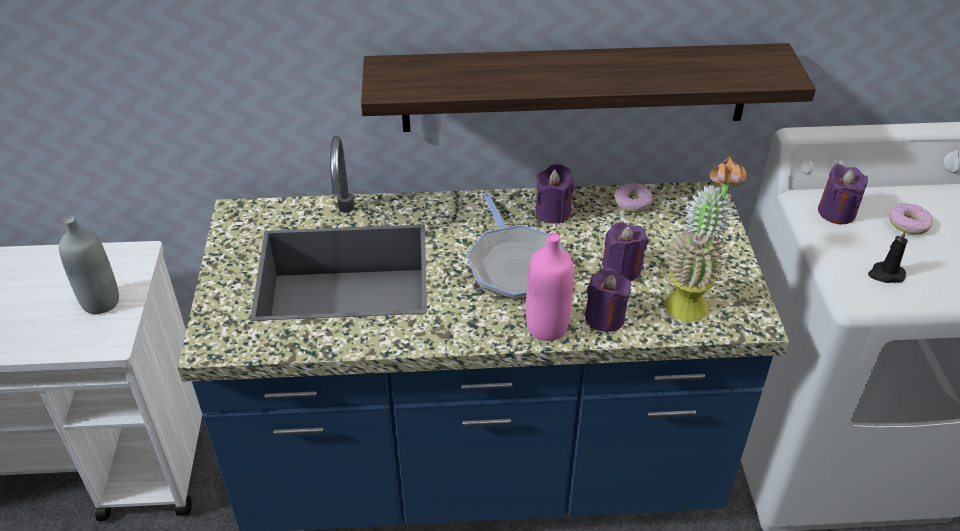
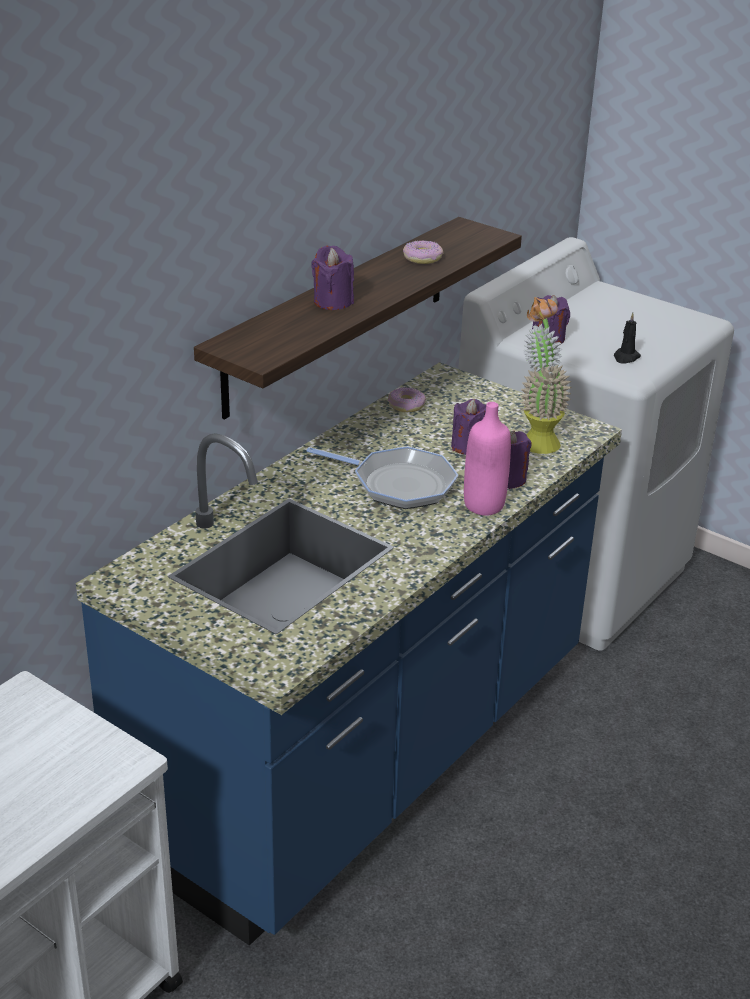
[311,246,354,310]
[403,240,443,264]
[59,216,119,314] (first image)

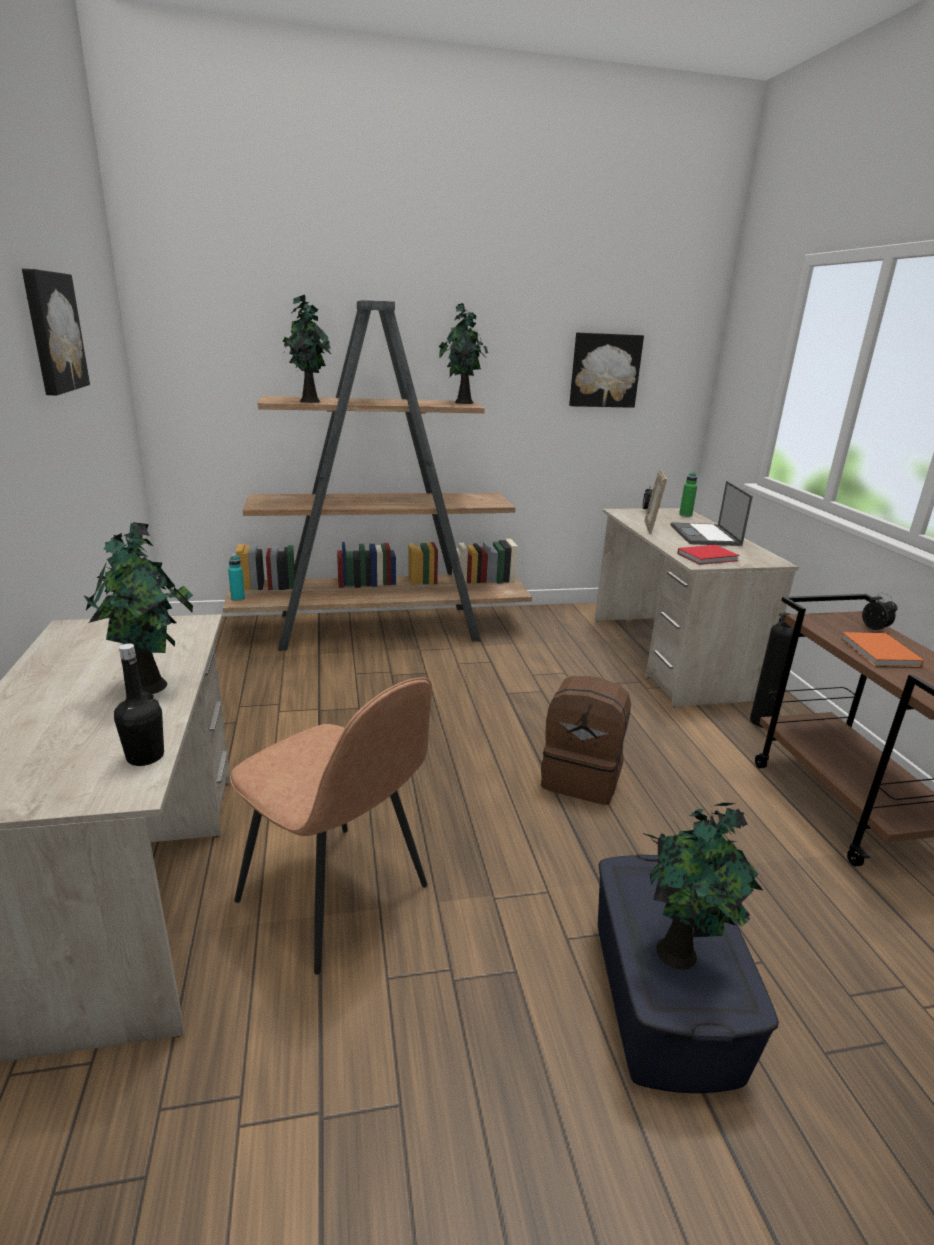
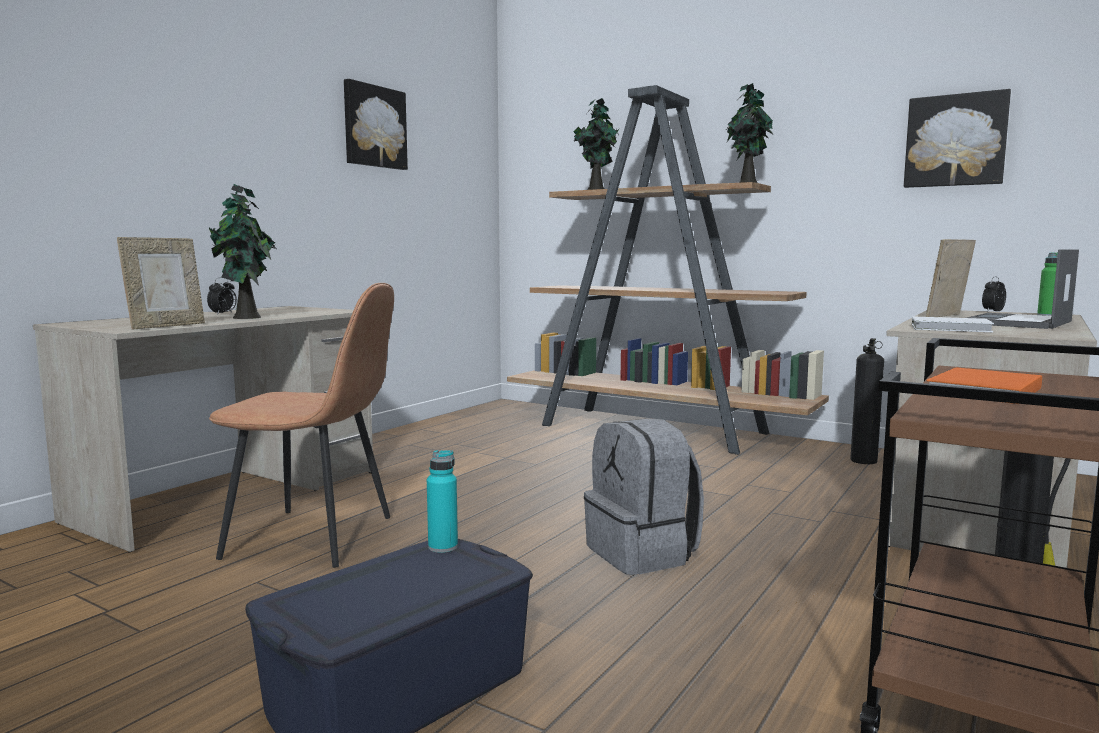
[117,237,205,330]
[207,277,237,315]
[209,283,394,568]
[427,450,458,553]
[584,419,704,575]
[850,338,884,464]
[912,316,994,332]
[643,803,764,970] (first image)

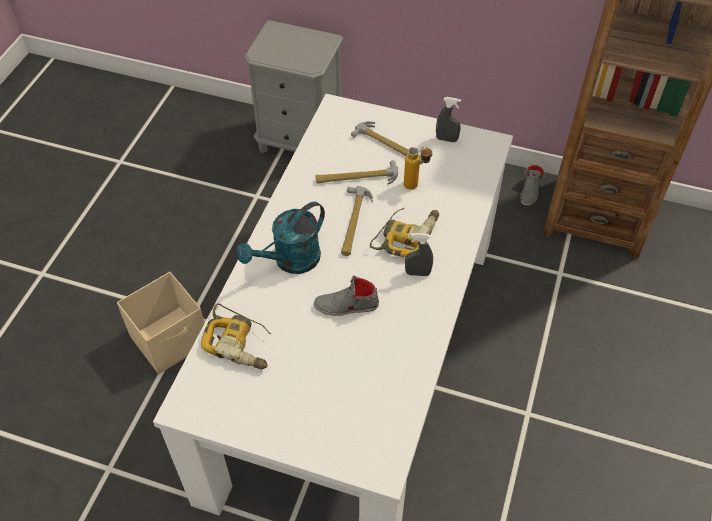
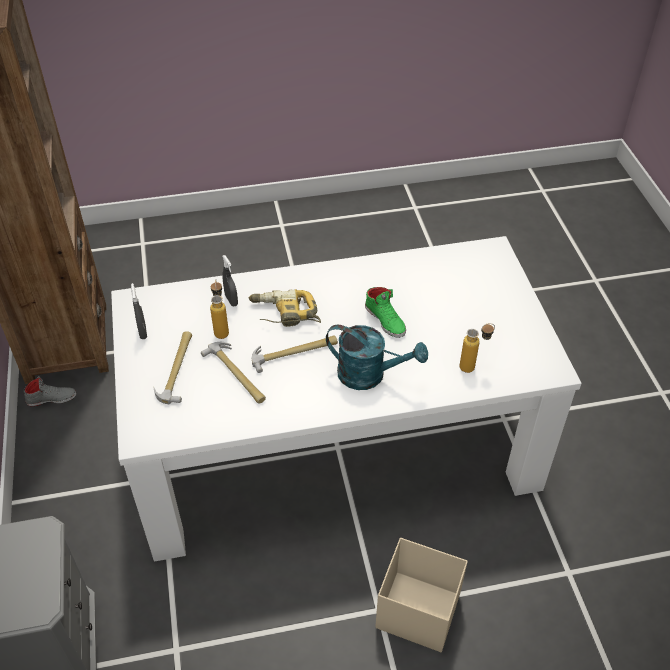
[222,255,238,306]
[365,287,406,338]
[460,323,495,373]

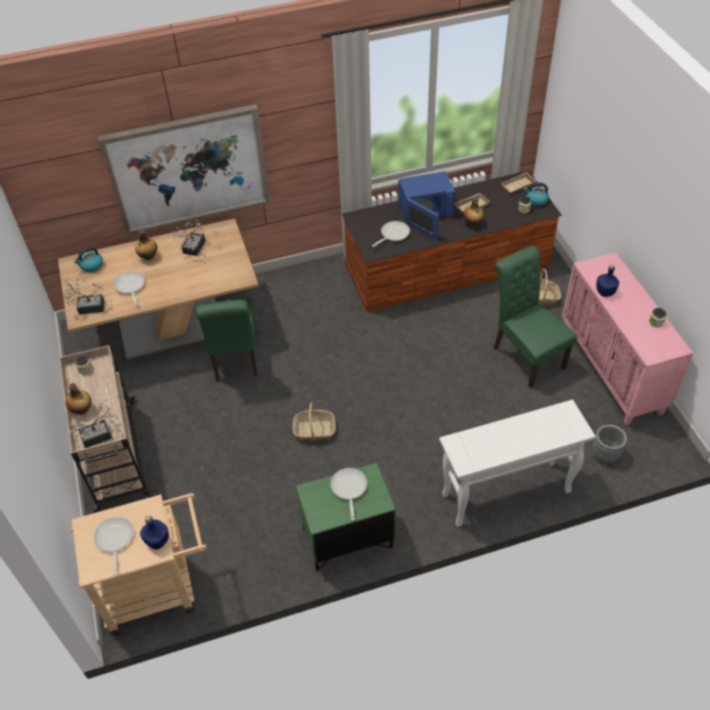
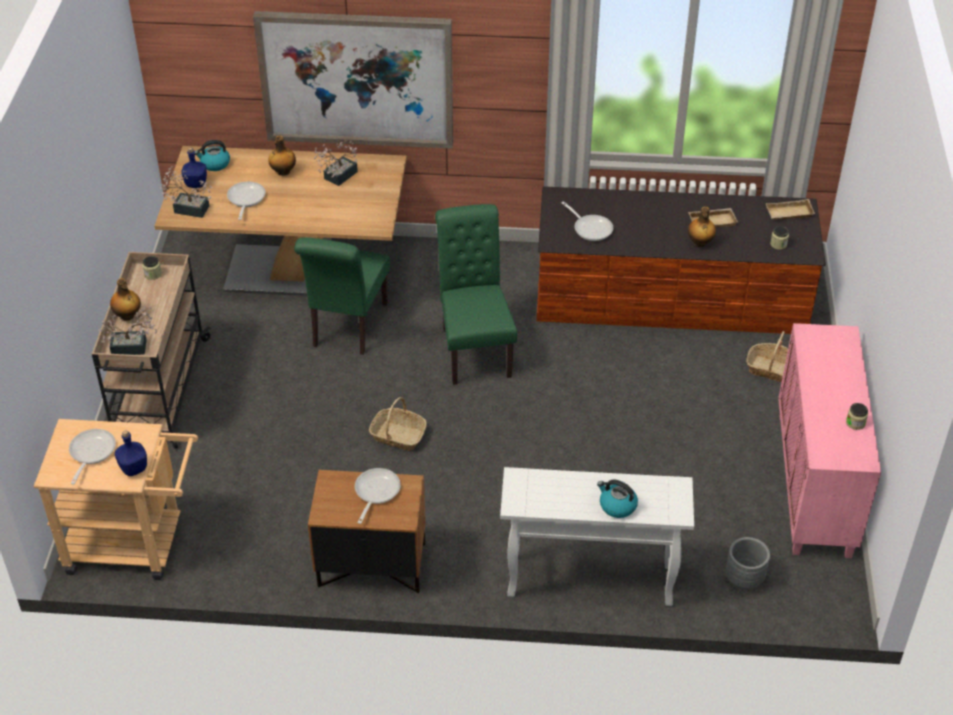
[181,148,207,188]
[308,470,426,593]
[435,204,517,385]
[562,202,613,241]
[597,479,638,518]
[398,171,455,240] (first image)

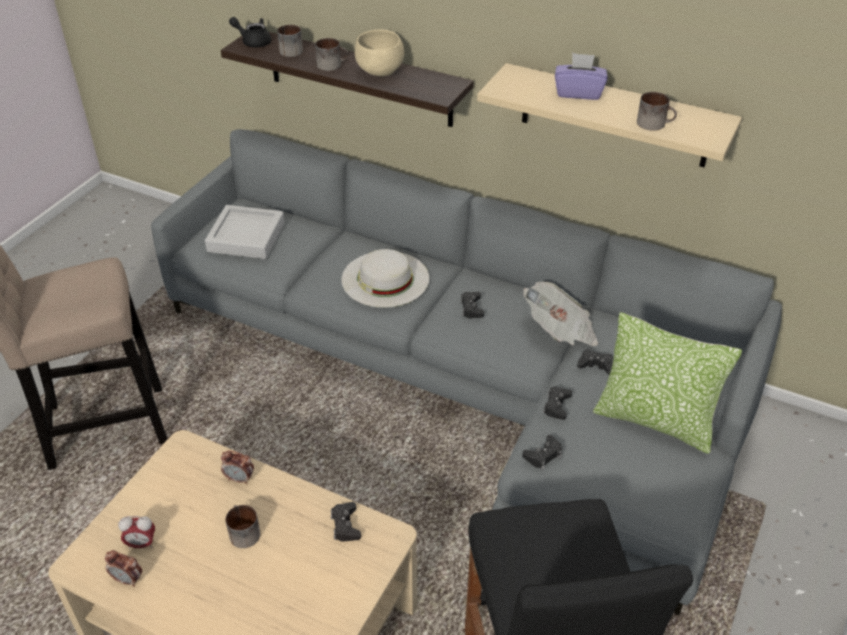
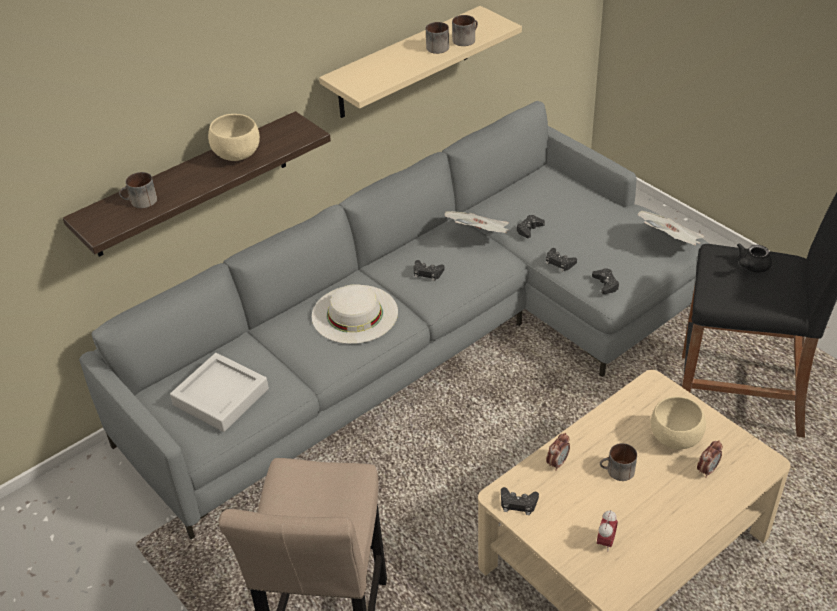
[426,22,449,54]
[501,487,539,515]
[638,211,704,245]
[651,396,706,449]
[697,440,722,478]
[737,243,772,272]
[555,53,608,100] (first image)
[593,312,742,454] (first image)

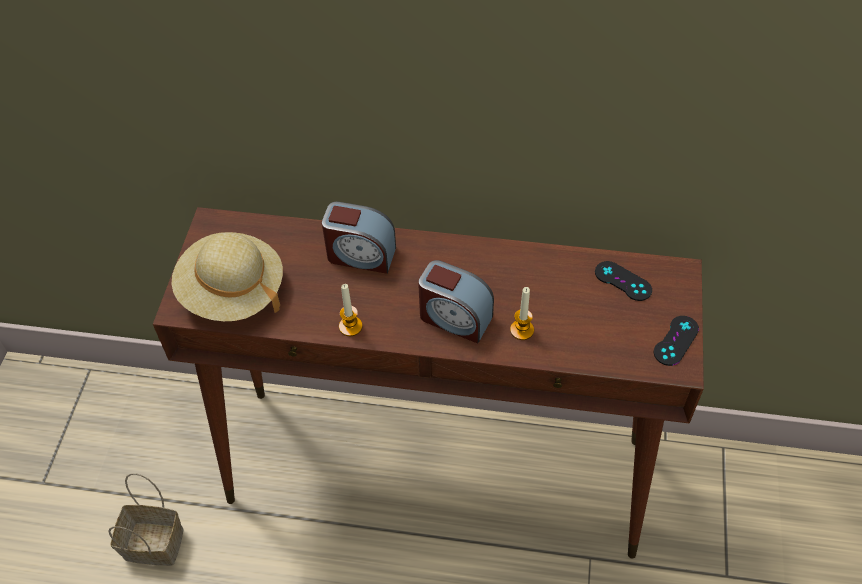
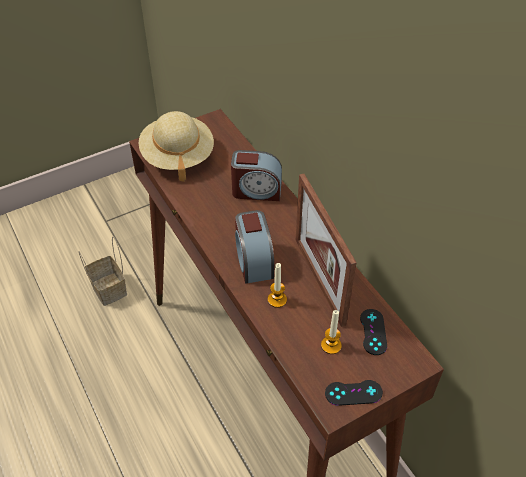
[231,150,282,201]
[296,174,357,327]
[321,310,342,354]

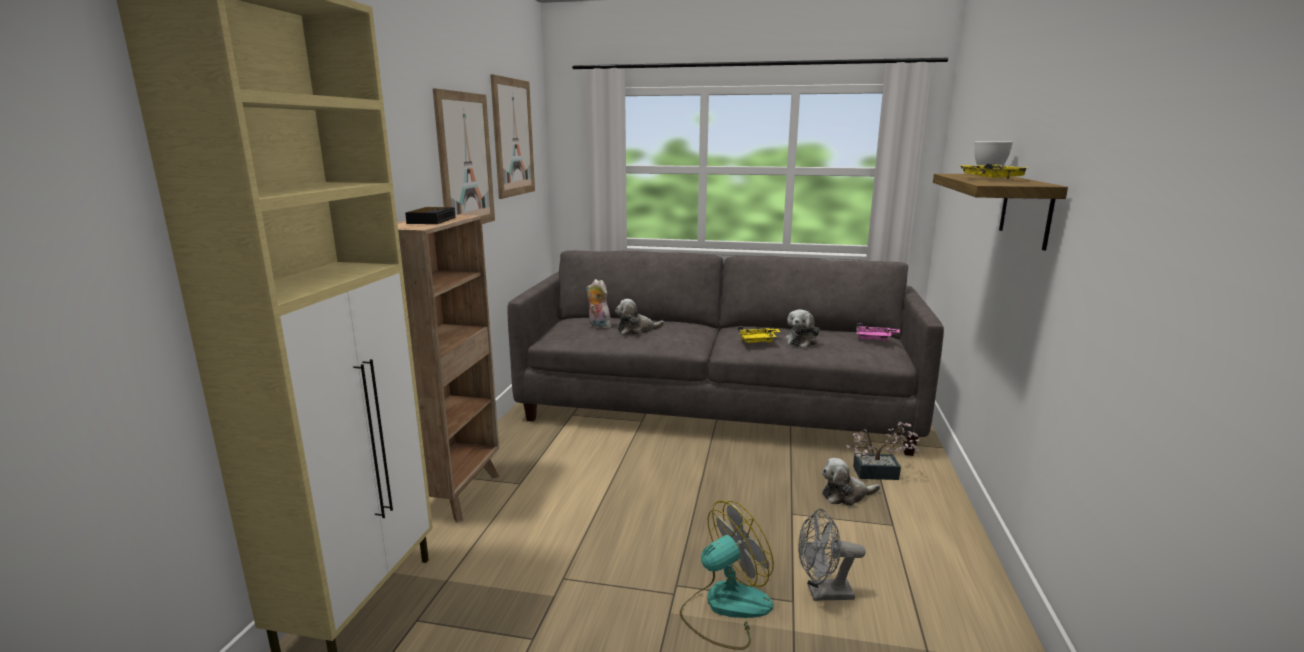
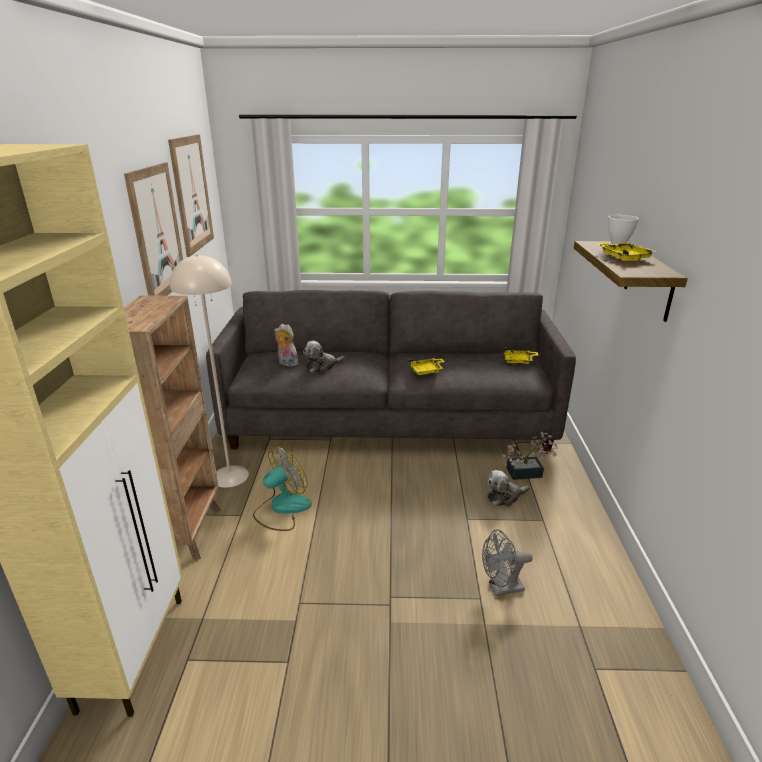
[170,254,249,488]
[253,445,312,531]
[504,348,539,364]
[405,207,455,224] (first image)
[785,309,820,348] (first image)

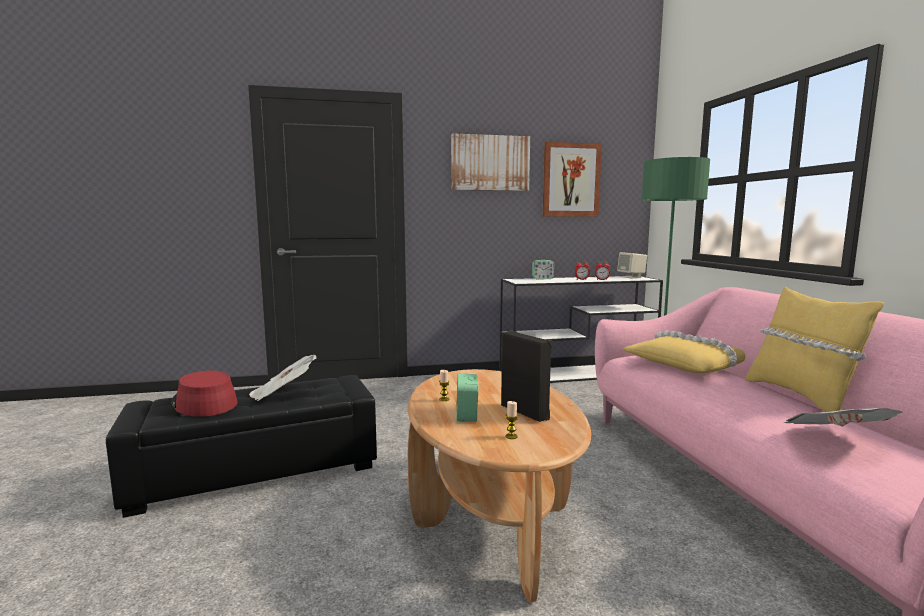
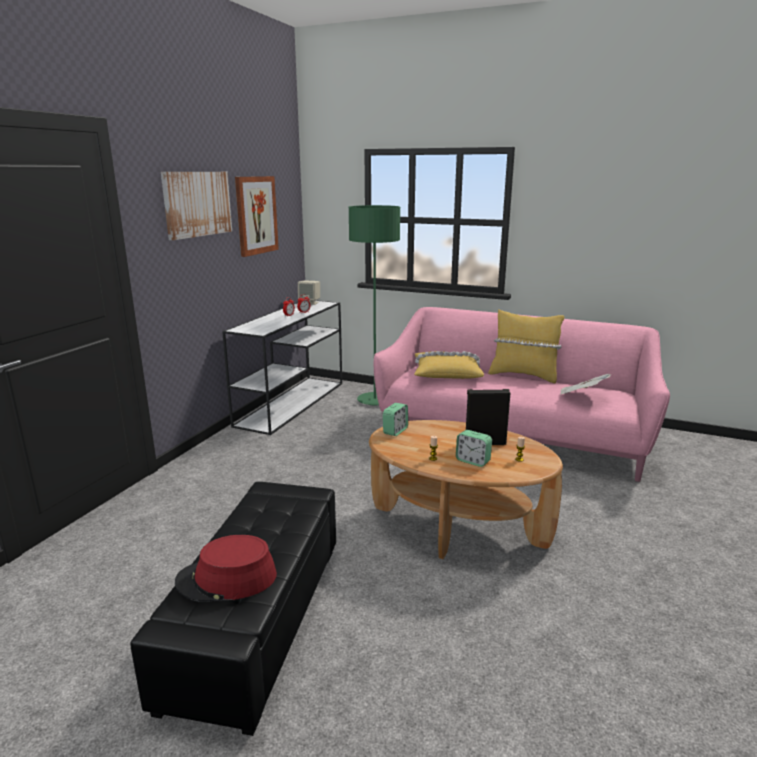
[383,403,408,436]
[249,355,317,401] (first image)

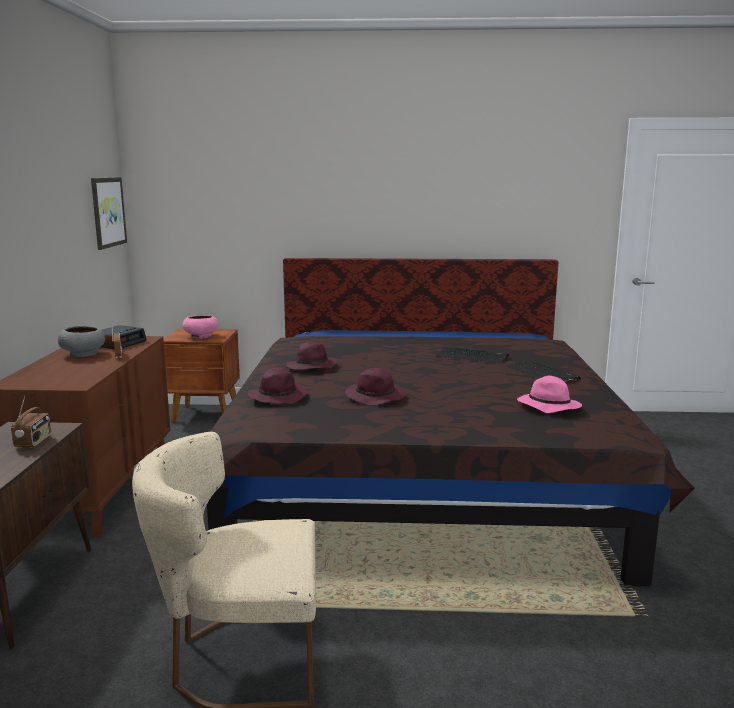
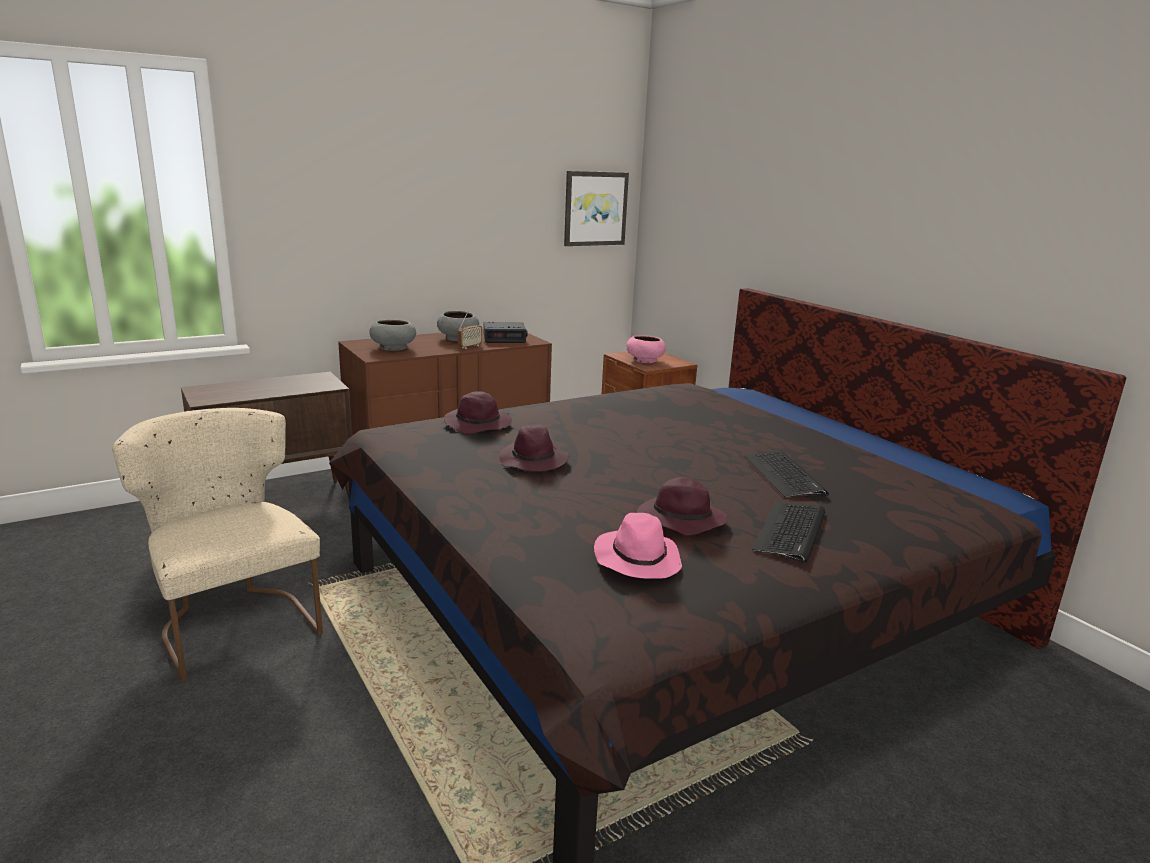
[369,320,416,351]
[637,477,728,535]
[11,396,51,448] (first image)

